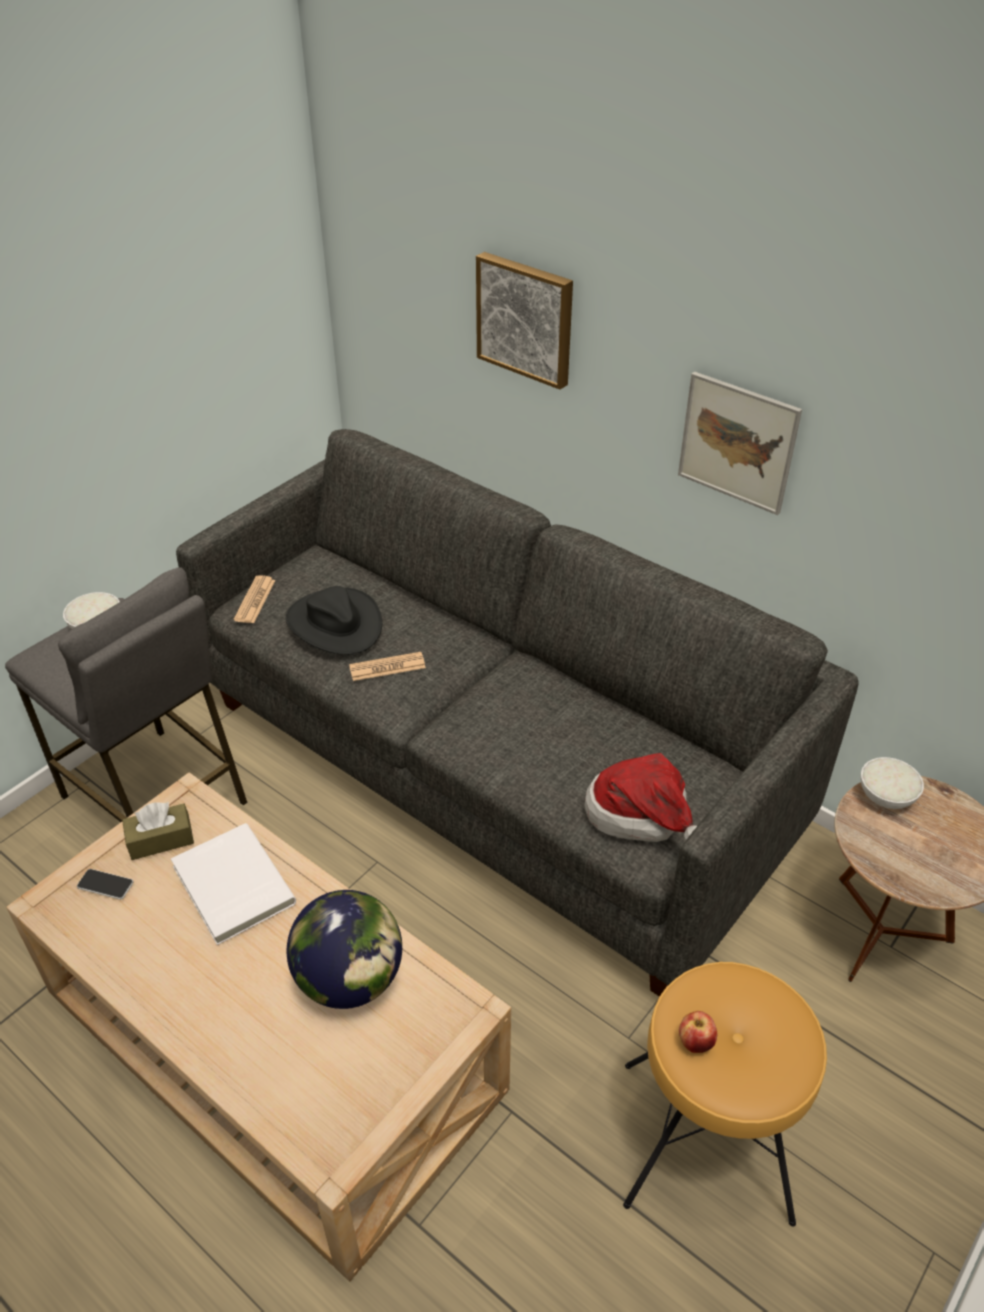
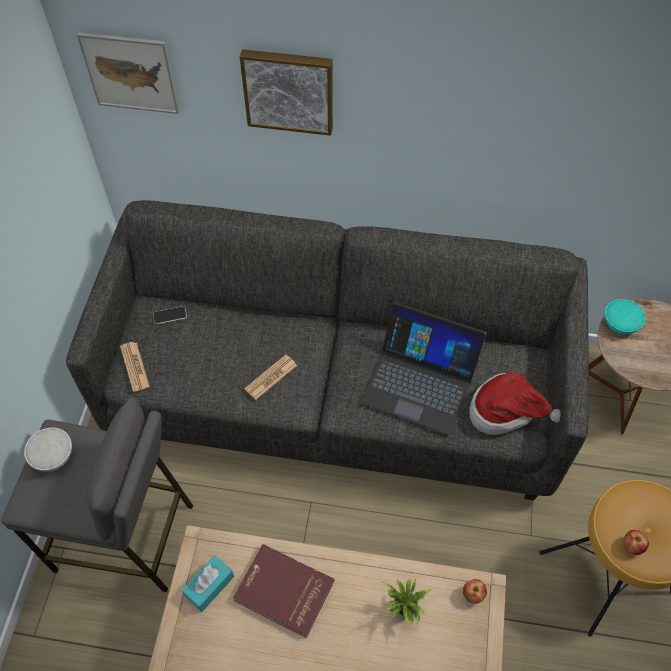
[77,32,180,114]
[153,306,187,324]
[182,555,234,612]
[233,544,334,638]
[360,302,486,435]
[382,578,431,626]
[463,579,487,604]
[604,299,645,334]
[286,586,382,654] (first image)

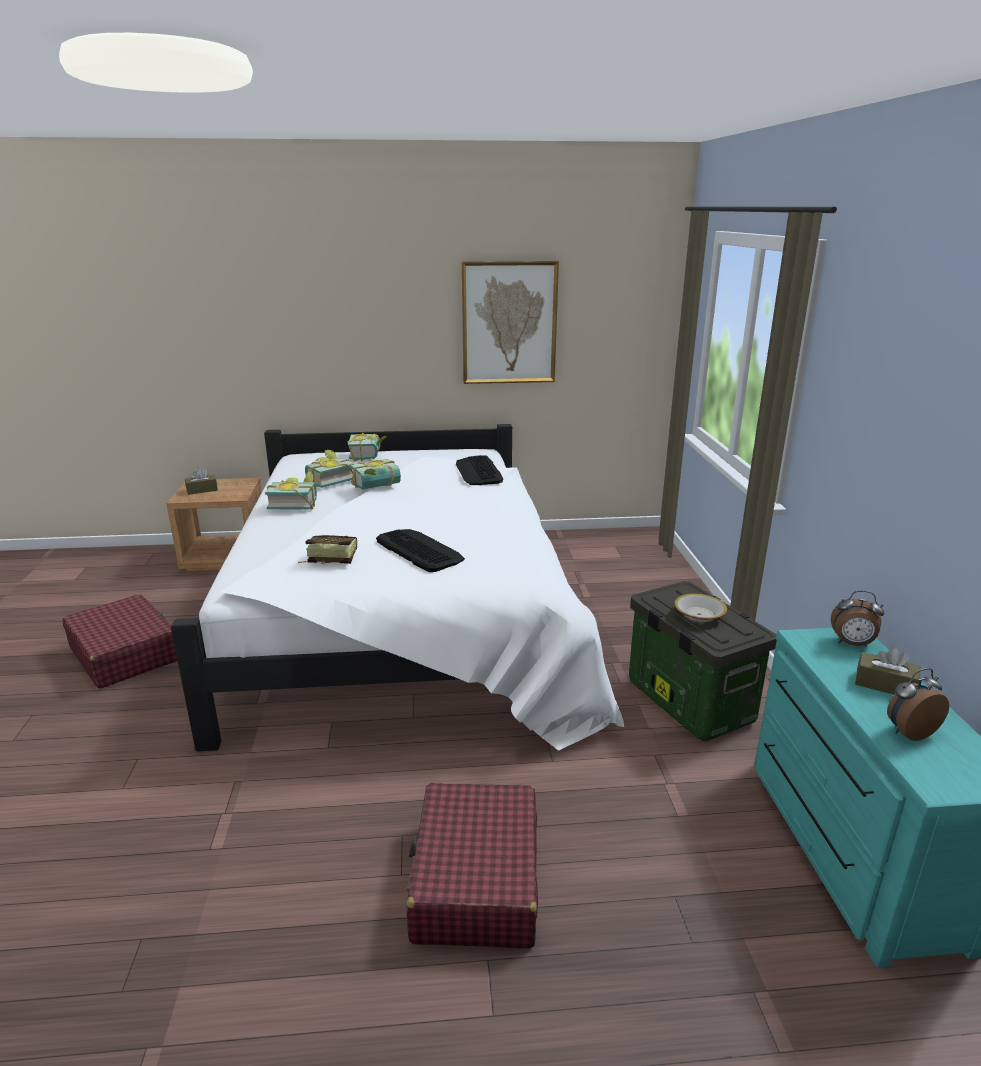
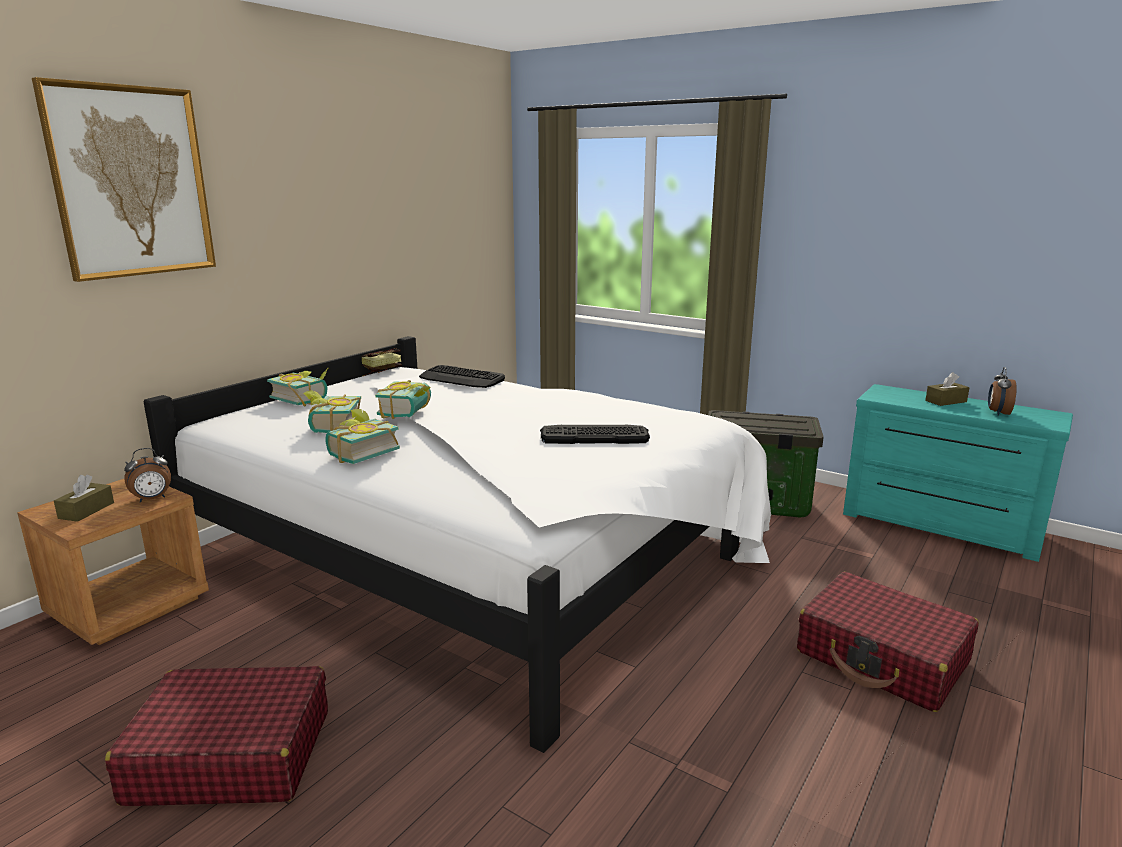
[32,77,216,282]
[124,448,171,503]
[362,348,402,377]
[674,593,727,622] (first image)

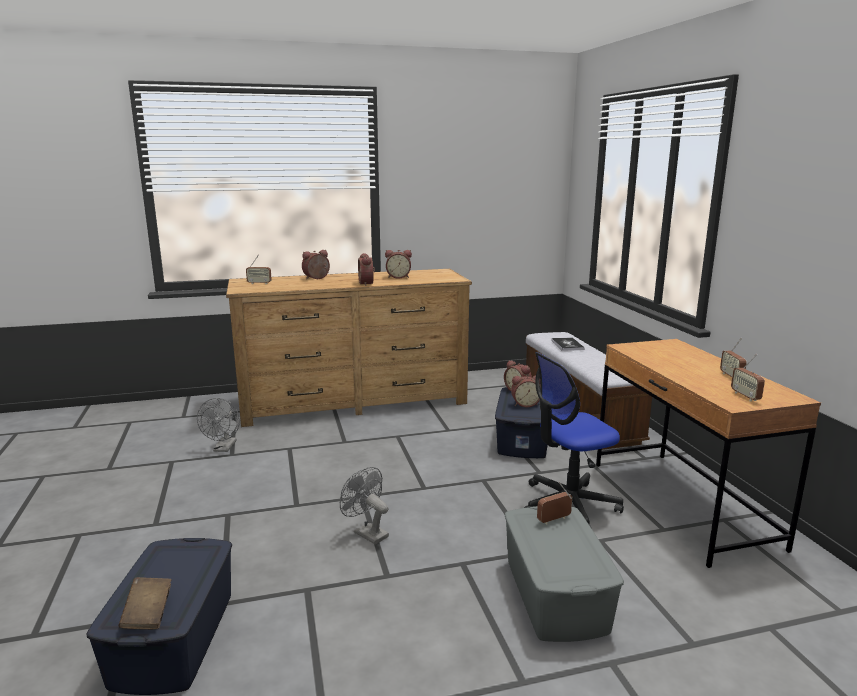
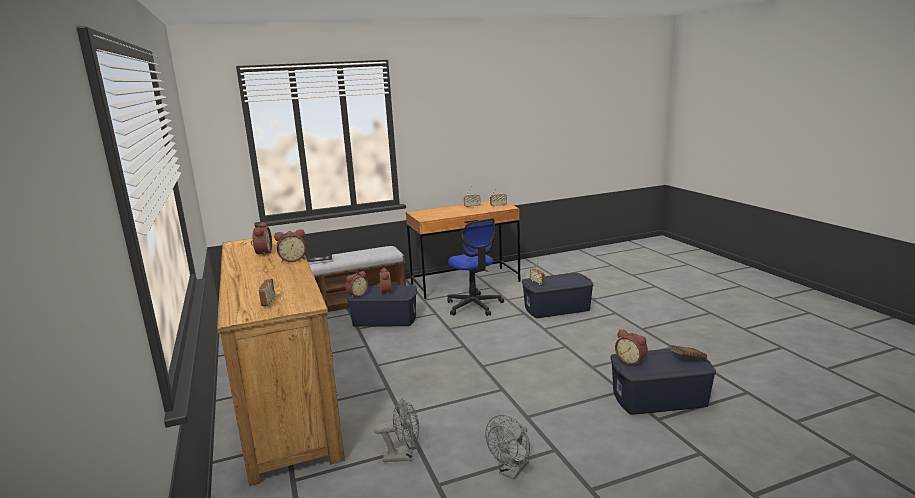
[485,415,530,480]
[522,273,594,318]
[615,329,648,366]

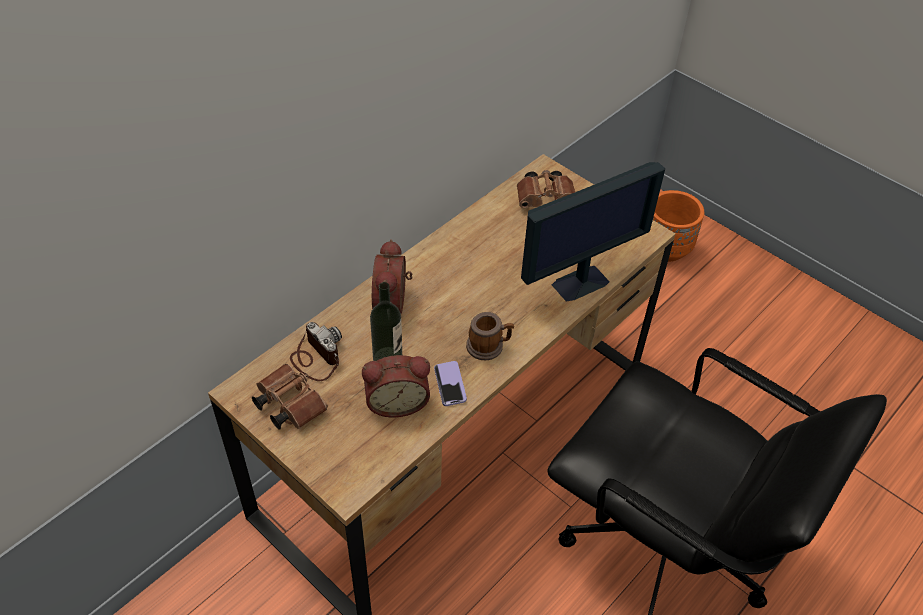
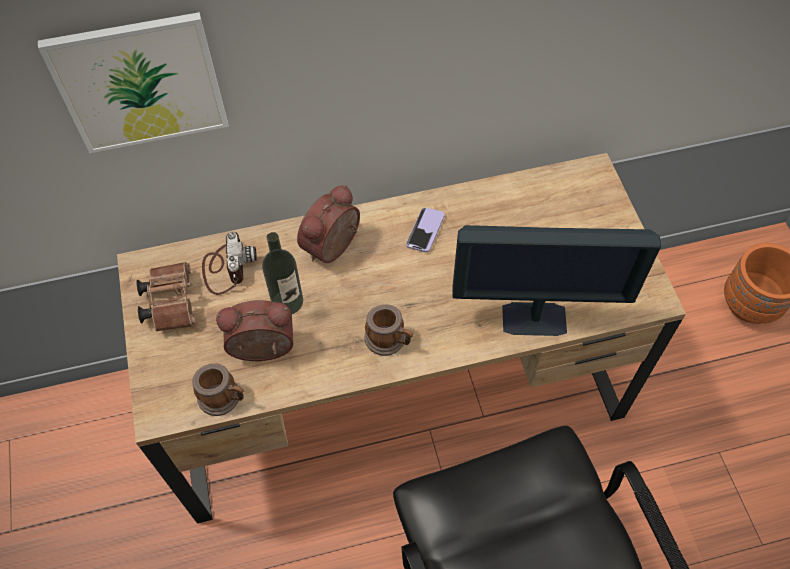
[38,12,229,153]
[192,363,244,416]
[216,300,293,361]
[406,208,445,252]
[517,170,575,208] (first image)

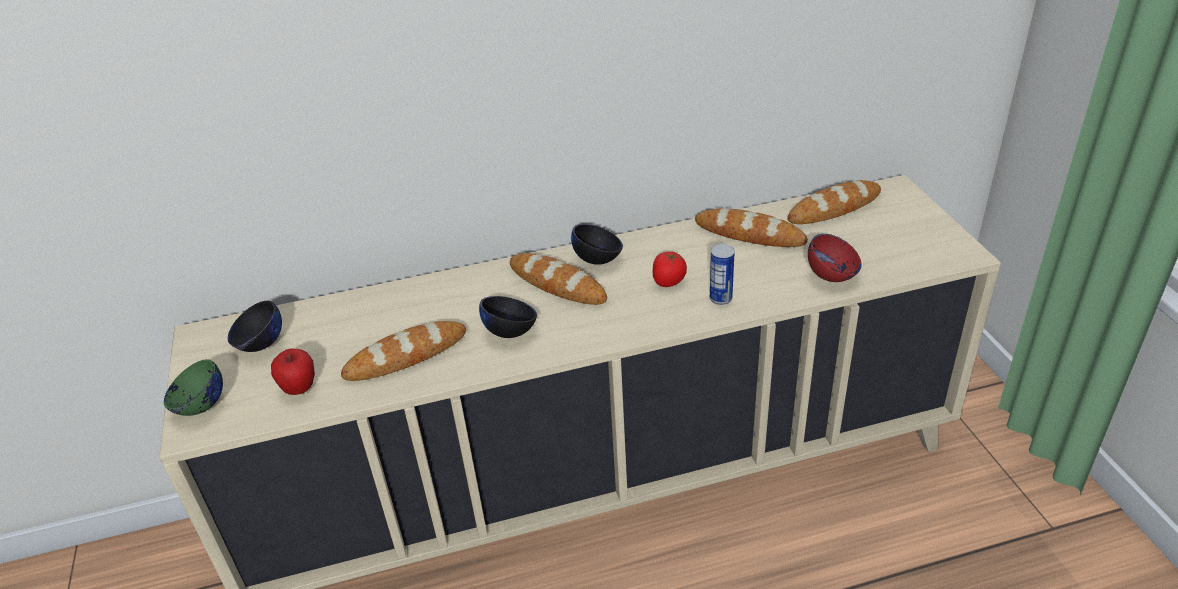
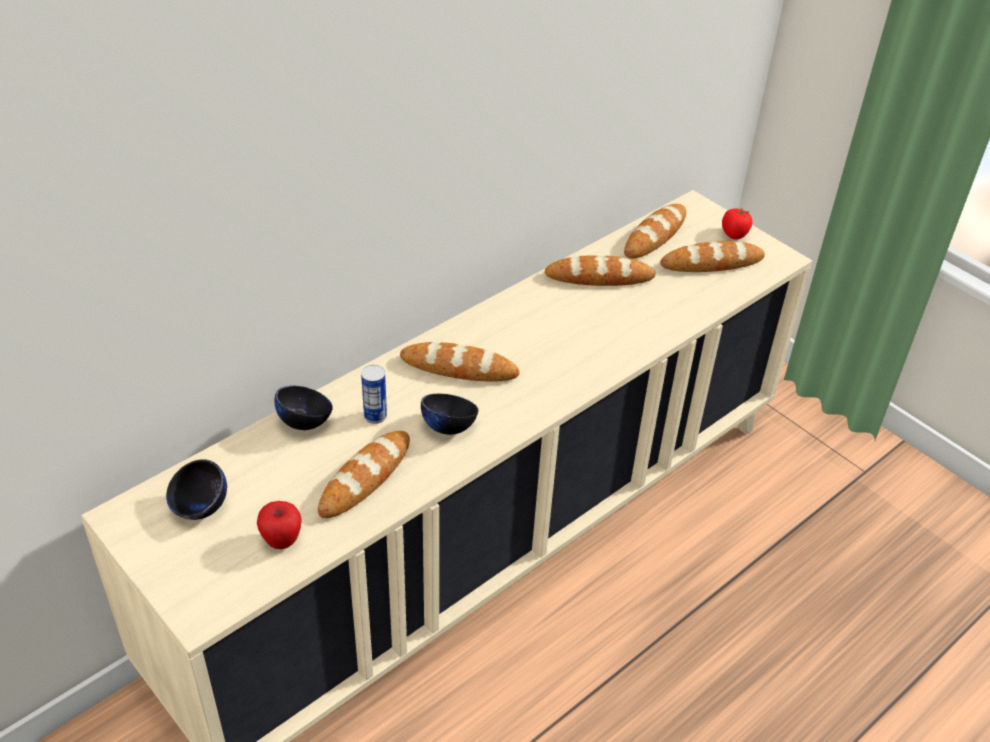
[275,386,333,430]
[361,365,387,424]
[660,241,765,272]
[722,208,752,240]
[164,359,223,416] (first image)
[808,234,862,282] (first image)

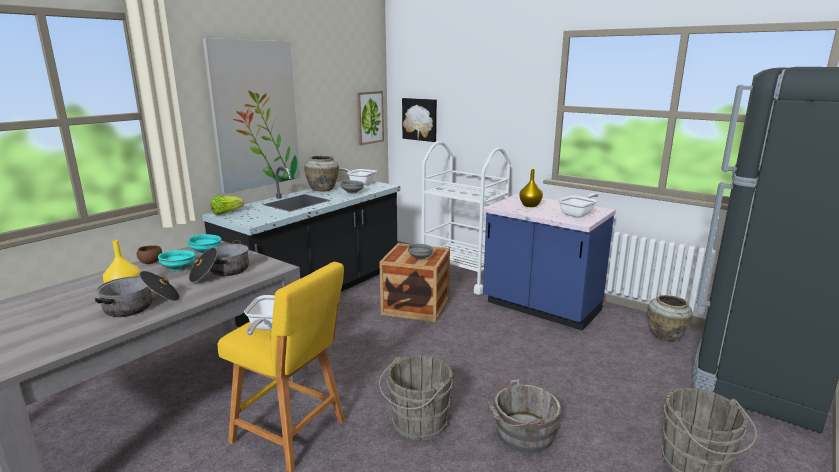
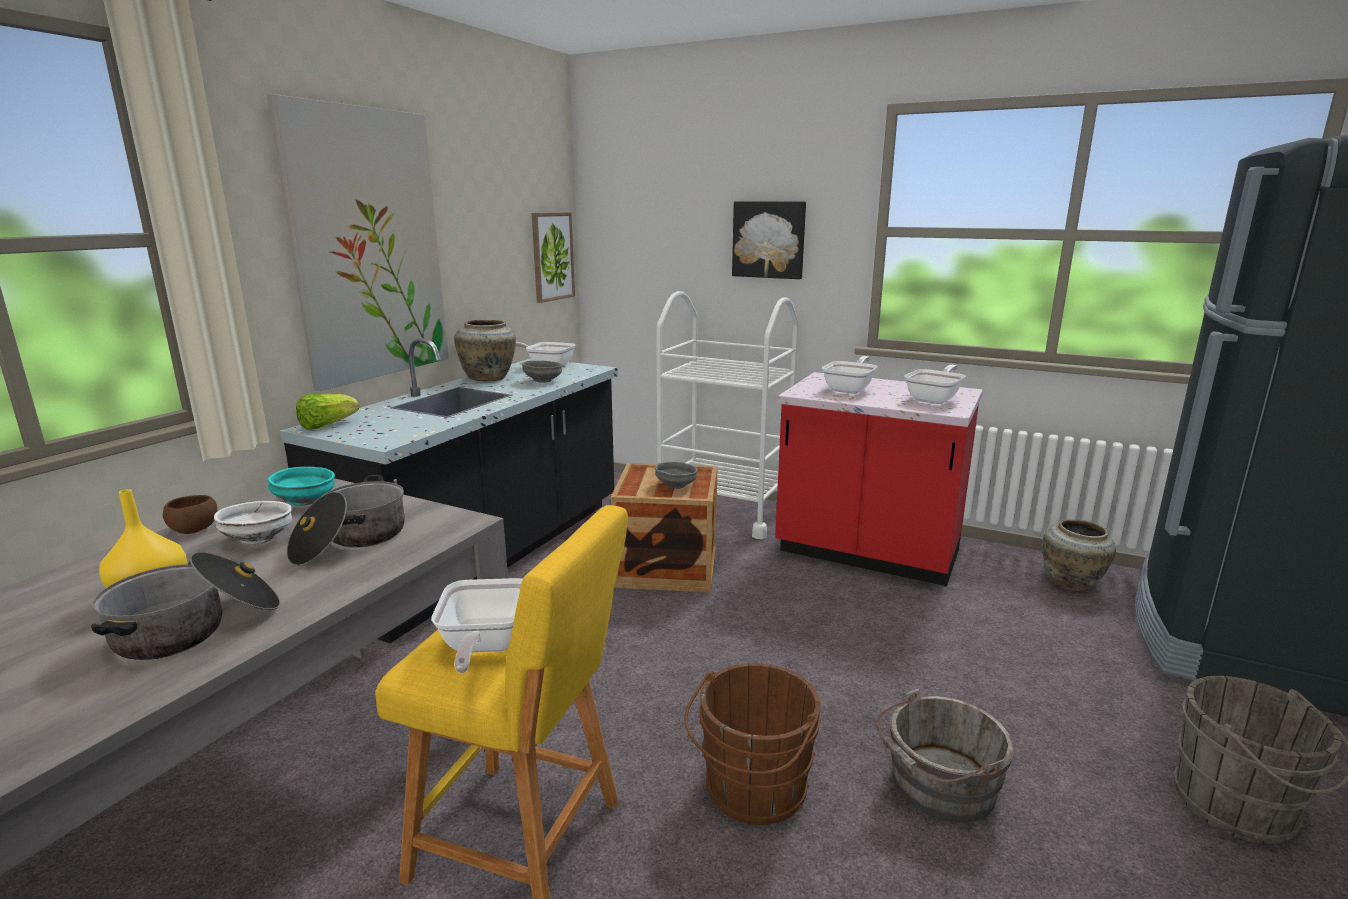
[214,501,292,544]
[684,663,822,825]
[732,201,806,279]
[775,372,983,586]
[822,356,878,394]

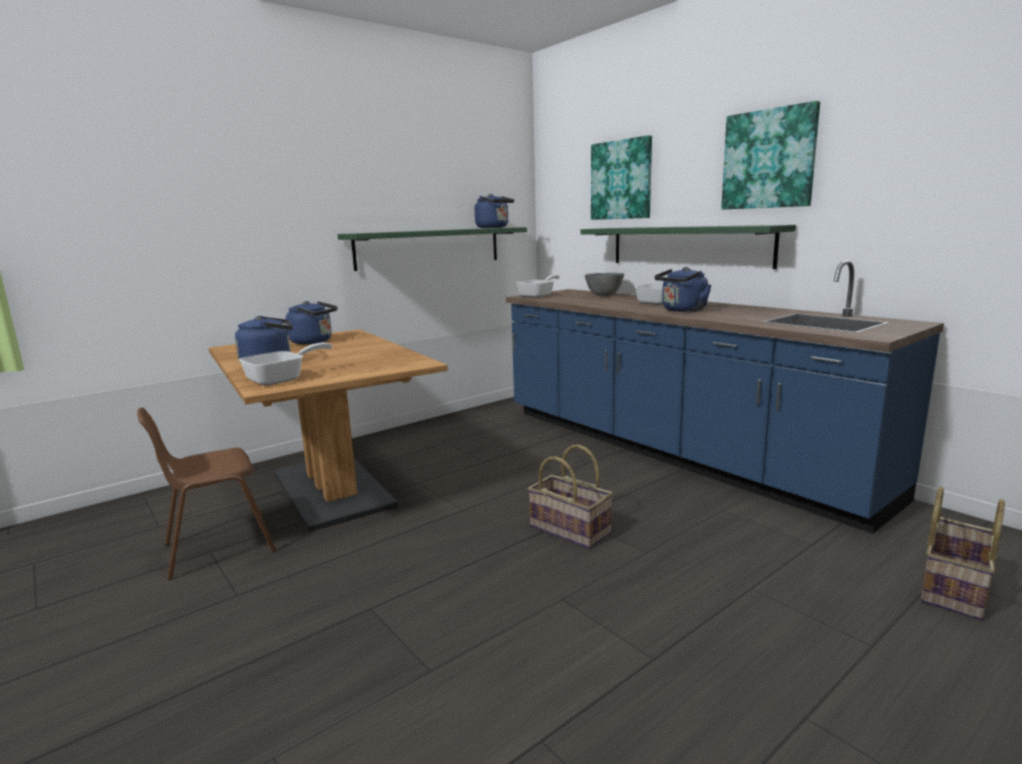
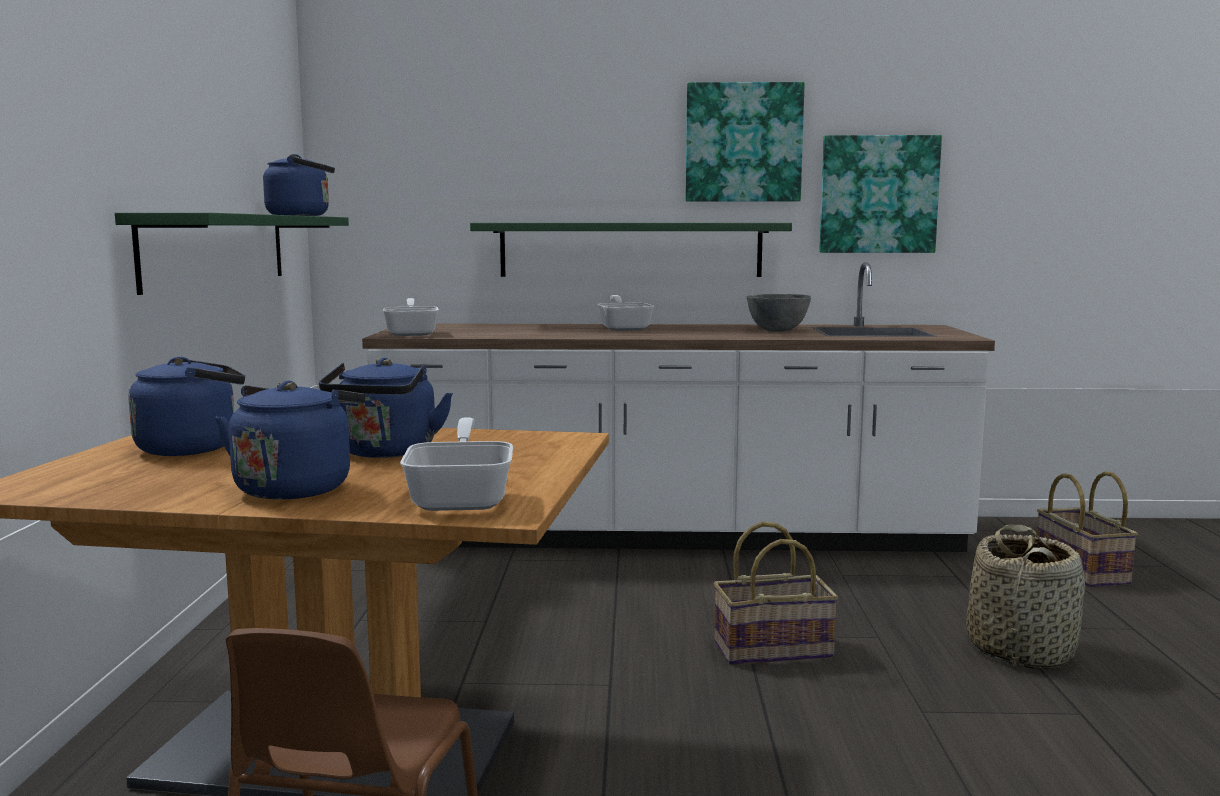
[319,358,453,458]
[362,262,995,552]
[747,294,811,332]
[819,135,942,253]
[966,525,1085,669]

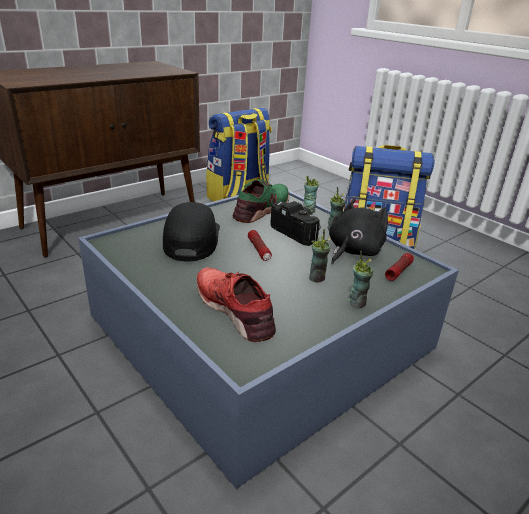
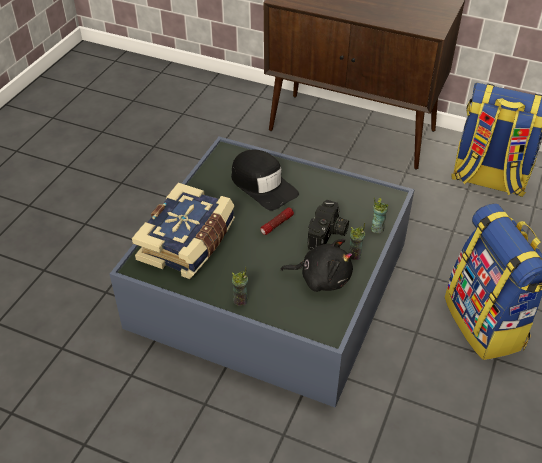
[132,183,235,279]
[231,150,299,211]
[233,178,289,223] (first image)
[309,229,330,282] (first image)
[385,253,414,281] (first image)

